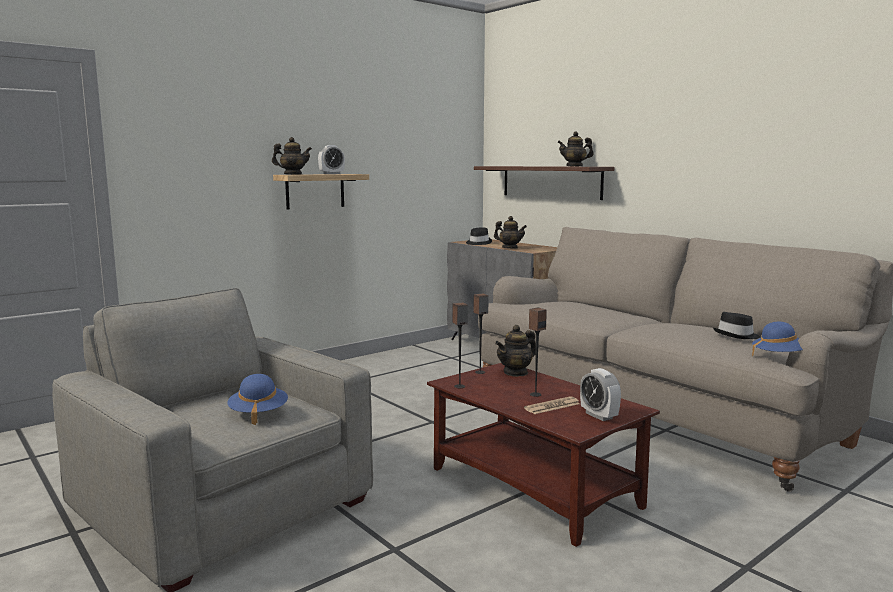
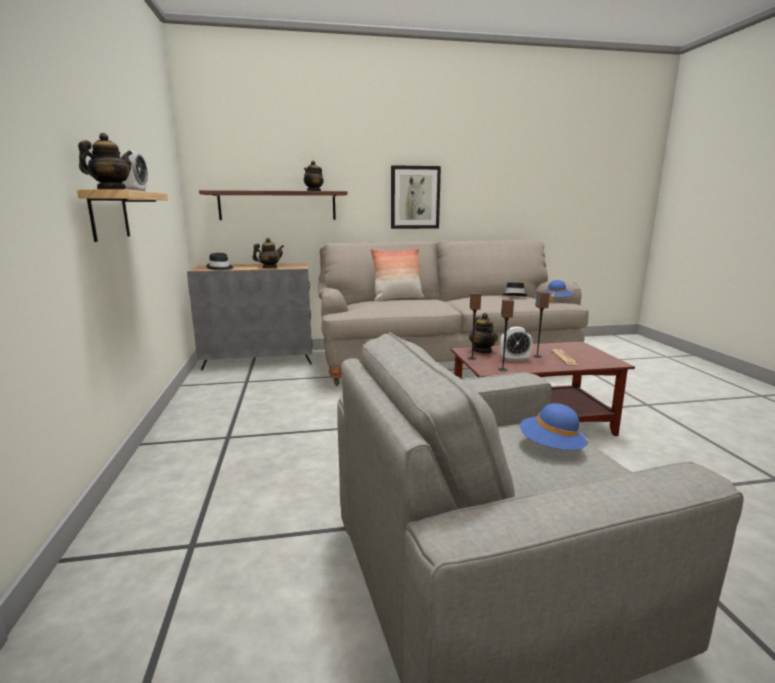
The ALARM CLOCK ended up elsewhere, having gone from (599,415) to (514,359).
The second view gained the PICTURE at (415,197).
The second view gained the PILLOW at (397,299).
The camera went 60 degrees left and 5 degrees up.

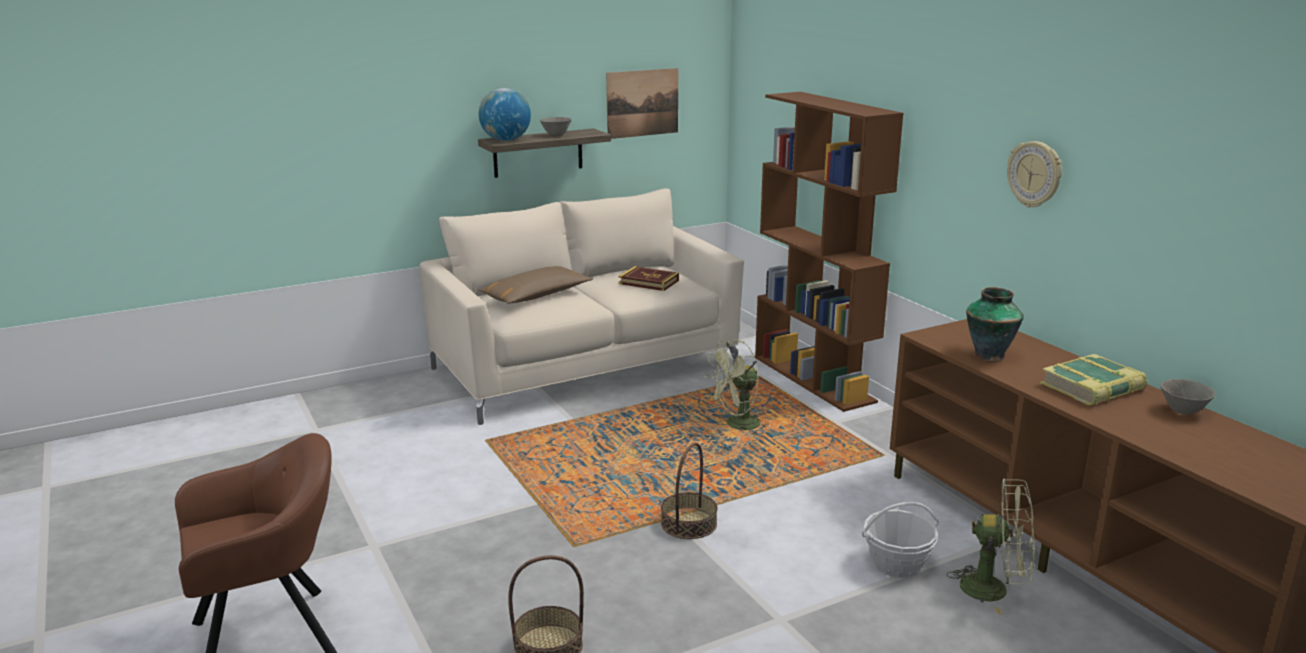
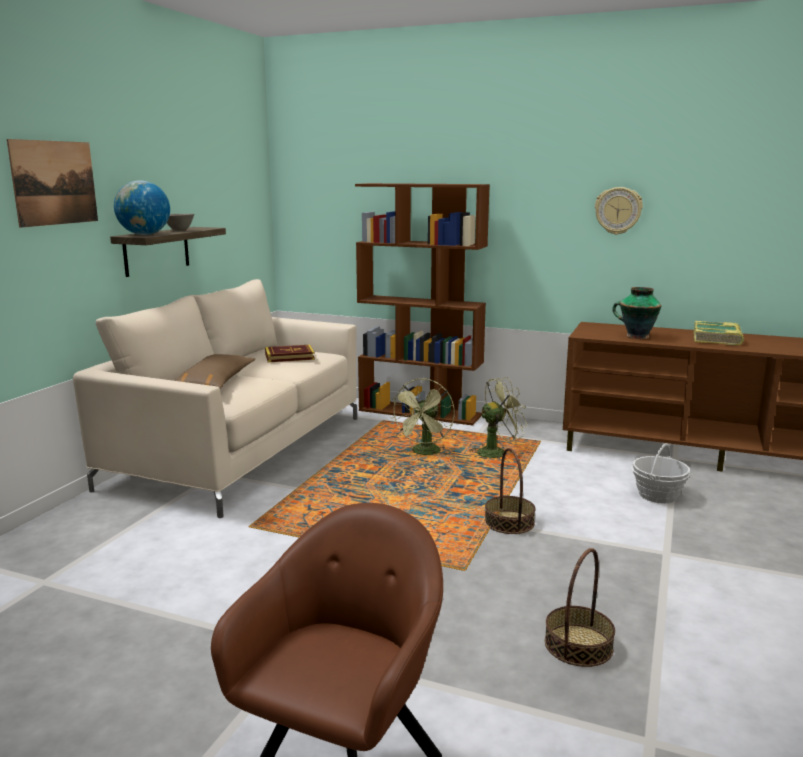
The PICTURE ended up elsewhere, having gone from (642,103) to (55,183).
The second view lost the GREY BOWL at (1183,411).
The GREEN FAN ended up elsewhere, having gone from (994,589) to (496,452).
The camera went 40 degrees left and 5 degrees down.

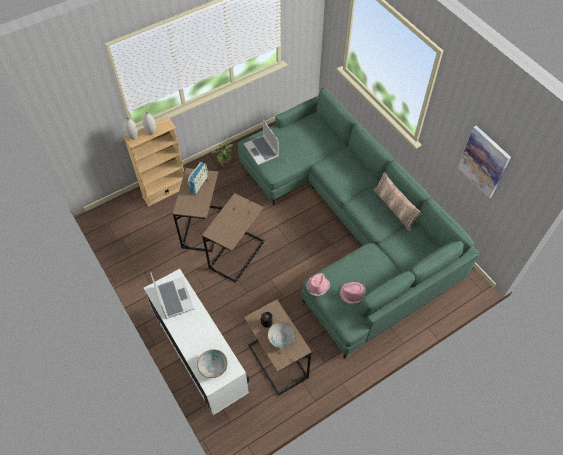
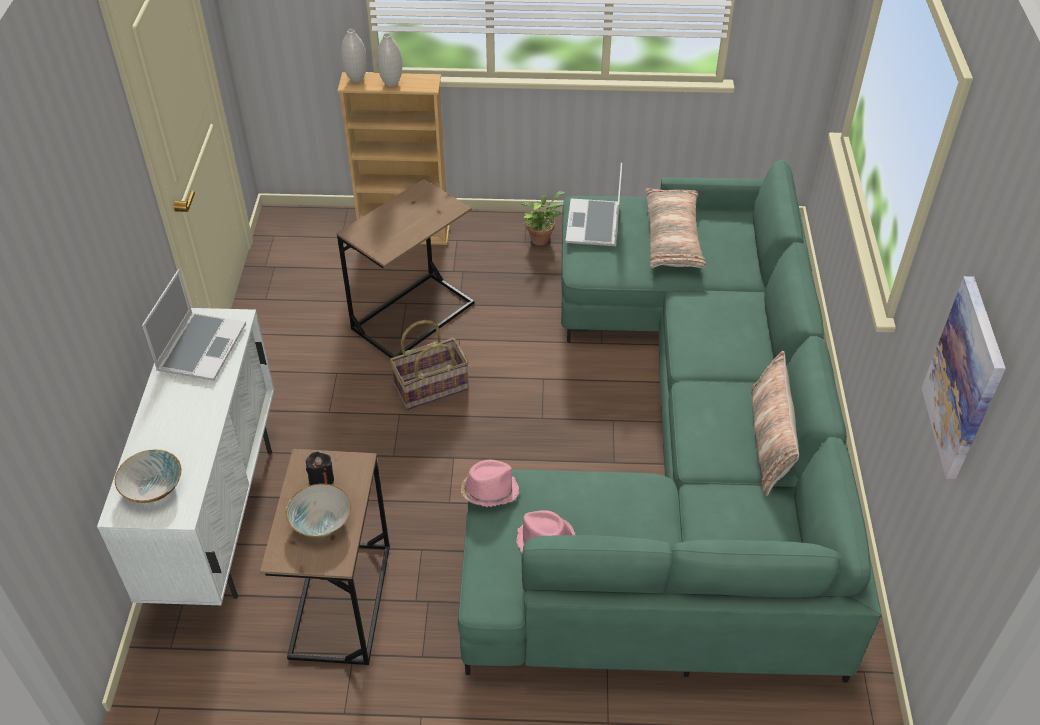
The second view lost the RADIO at (199,183).
Where the BROWN SIDE TABLE stood at (236,254), the BASKET came to stand at (431,387).
The second view gained the PILLOW at (673,237).
The camera went 35 degrees right and 10 degrees down.

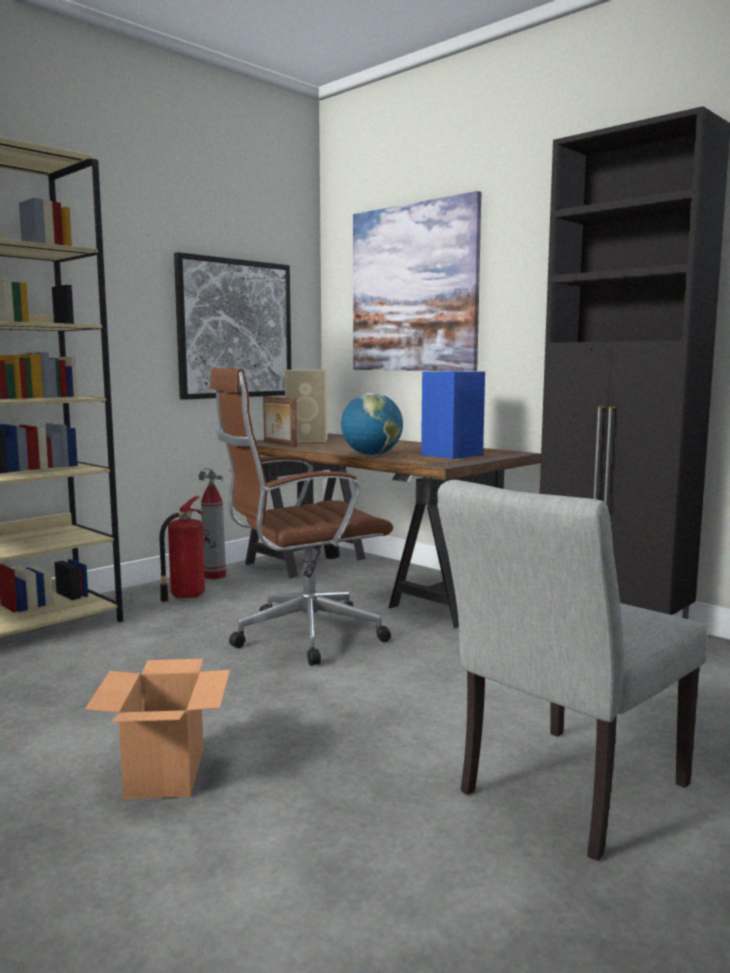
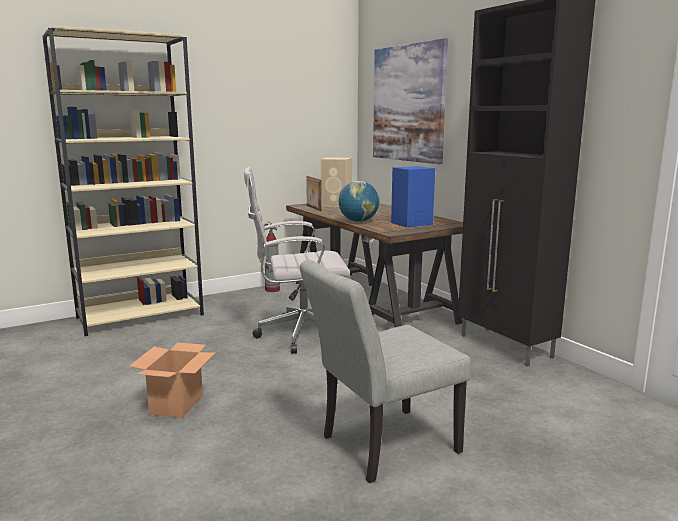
The second view lost the PICTURE at (235,329).
What was the BROWN OFFICE CHAIR at (301,636) turned into the WHITE OFFICE CHAIR at (298,335).
The second view lost the FIRE EXTINGUISHER at (185,596).
The camera went 15 degrees right and 5 degrees up.

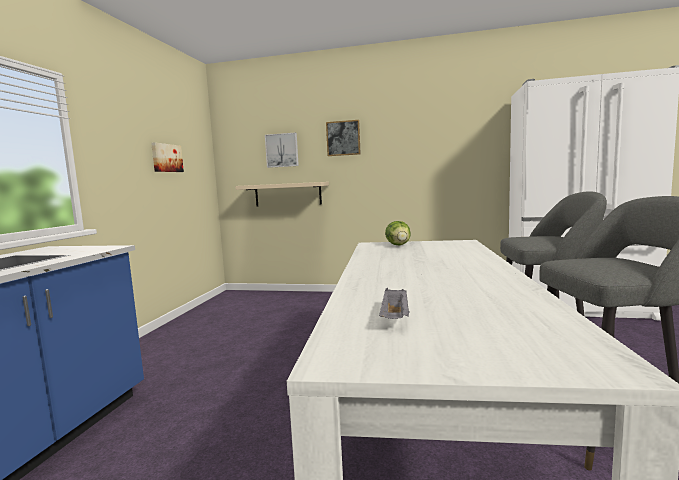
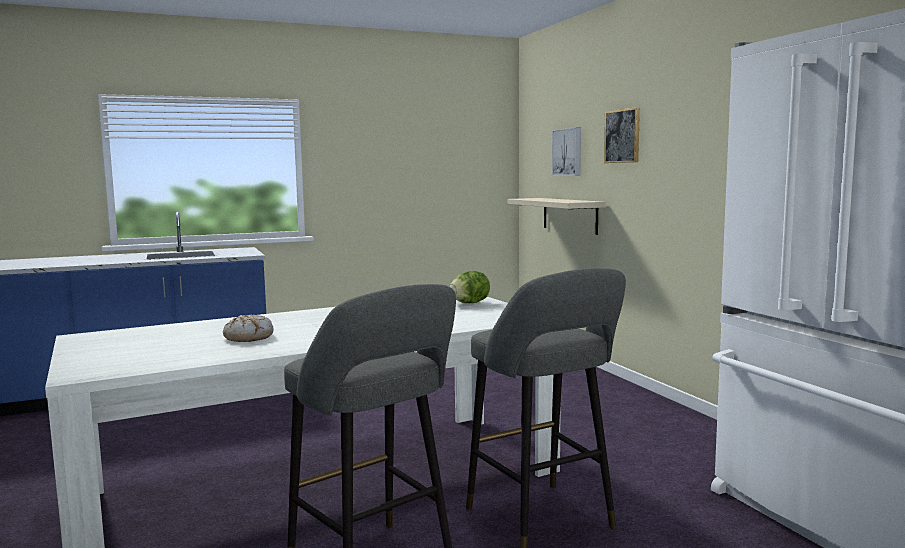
The second view lost the PICTURE at (166,158).
The second view lost the GREY TRAY at (395,318).
The second view gained the BREAD at (249,337).
The camera went 55 degrees right and 0 degrees up.

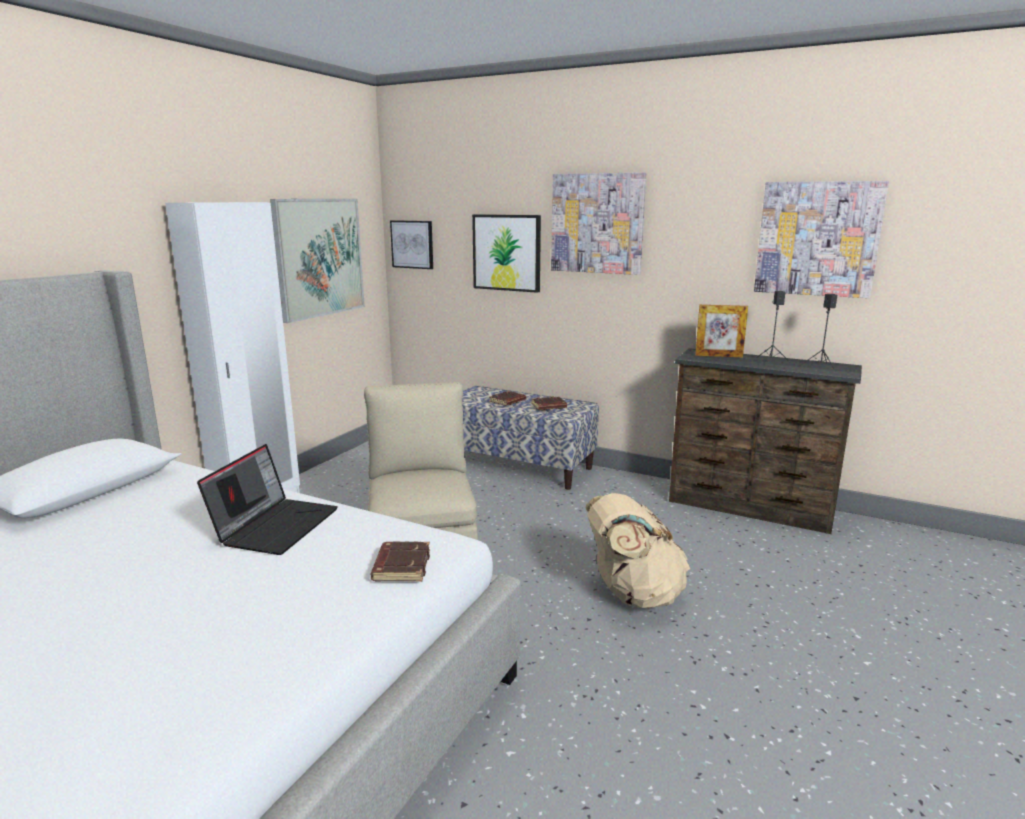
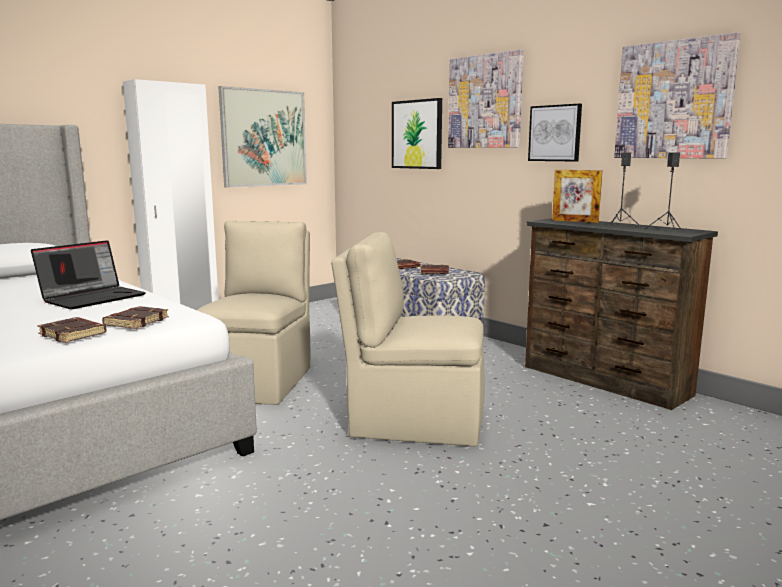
The PICTURE ended up elsewhere, having gone from (412,244) to (555,133).
Where the BEIGE BACKPACK stood at (632,595), the BEIGE CHAIR came to stand at (413,422).
The second view gained the BROWN BOOK at (74,334).
The camera went 20 degrees right and 5 degrees down.

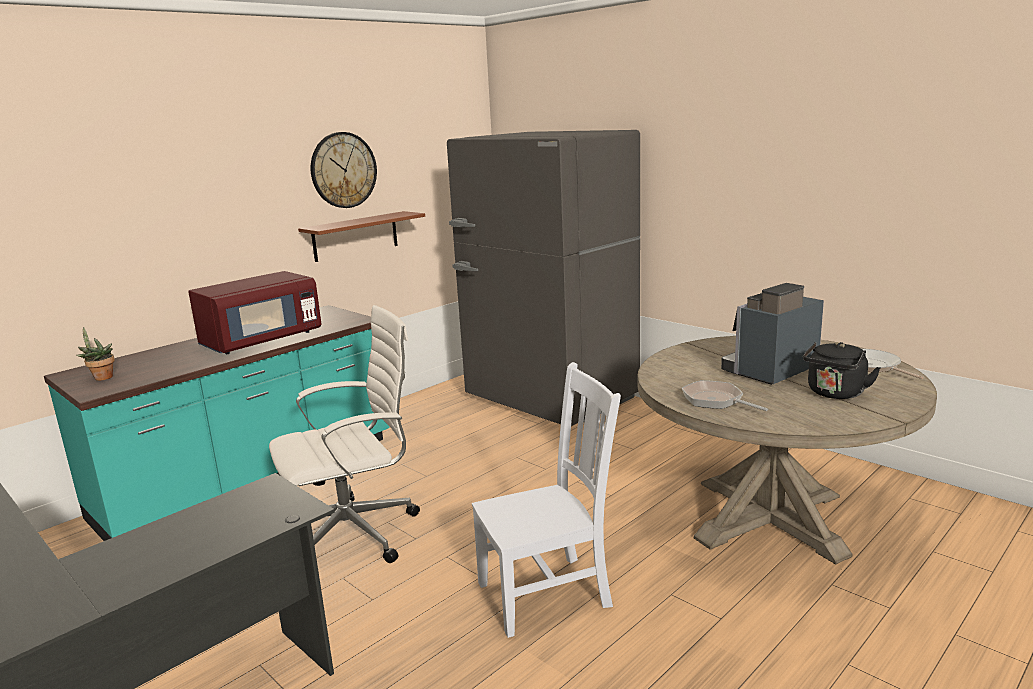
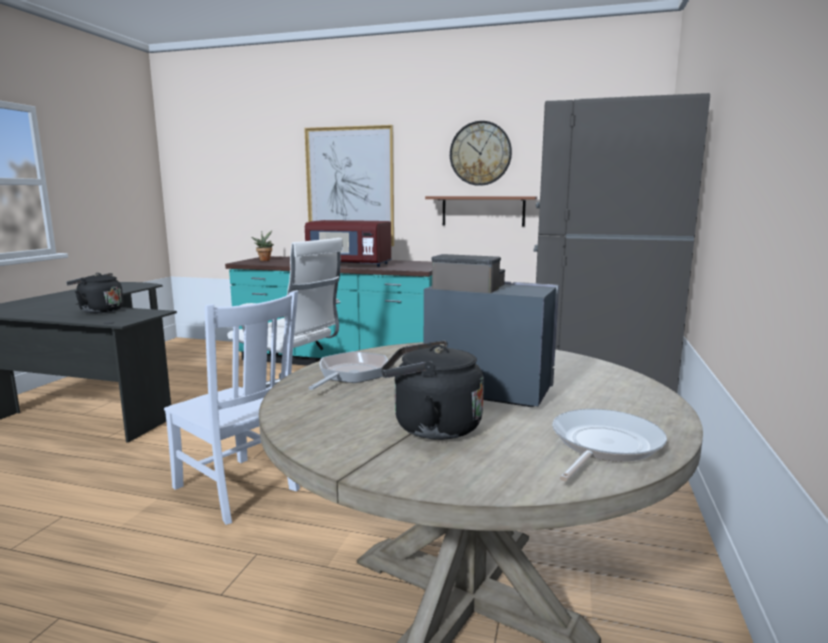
The second view gained the PICTURE at (350,187).
The second view gained the BLACK KETTLE at (99,311).
The camera went 60 degrees right and 5 degrees down.

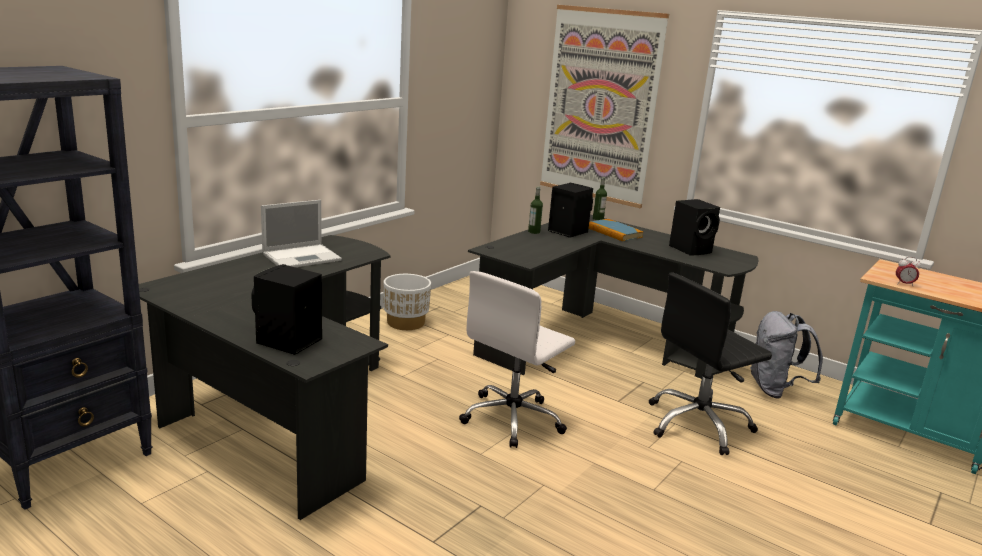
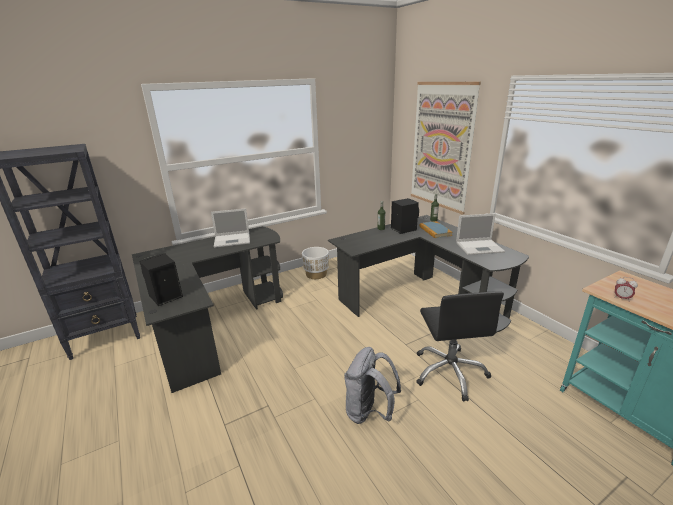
Where the BLACK SPEAKER stood at (691,249), the LAPTOP came to stand at (480,247).
The second view lost the WHITE OFFICE CHAIR at (513,419).
The BLACK OFFICE CHAIR at (698,425) ended up facing another way, 90 degrees counterclockwise from before.
The GREY BACKPACK ended up elsewhere, having gone from (775,390) to (369,412).
The camera went 25 degrees right and 5 degrees up.

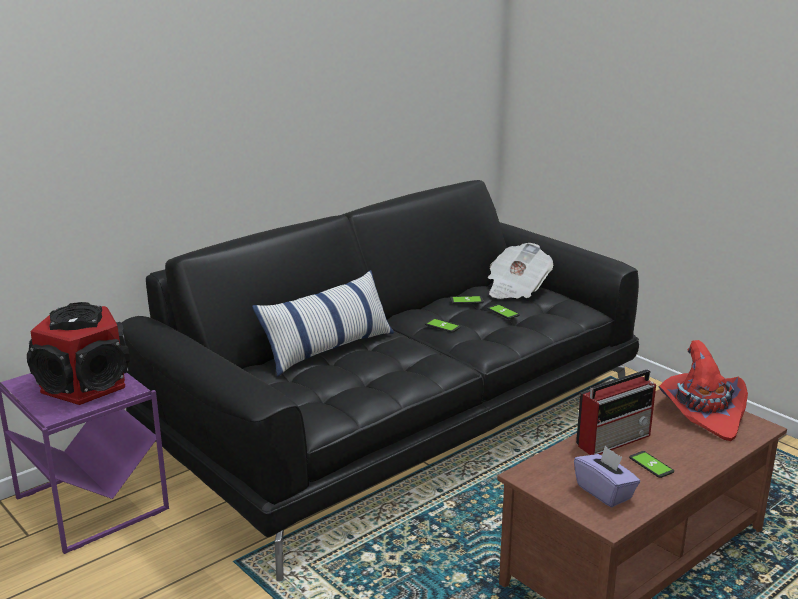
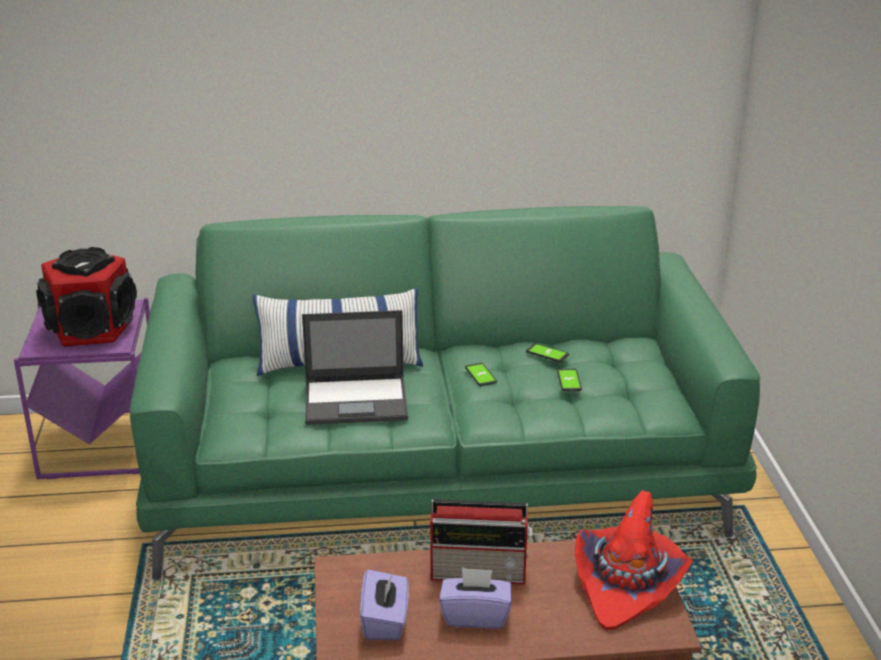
What was the BLACK SOFA at (399,423) turned into the GREEN SOFA at (440,470).
The second view lost the NEWSPAPER at (516,289).
Where the PHONE stood at (651,465), the PURPLE TISSUE BOX came to stand at (475,616).
The second view gained the LAPTOP at (357,400).
The camera went 35 degrees right and 5 degrees up.

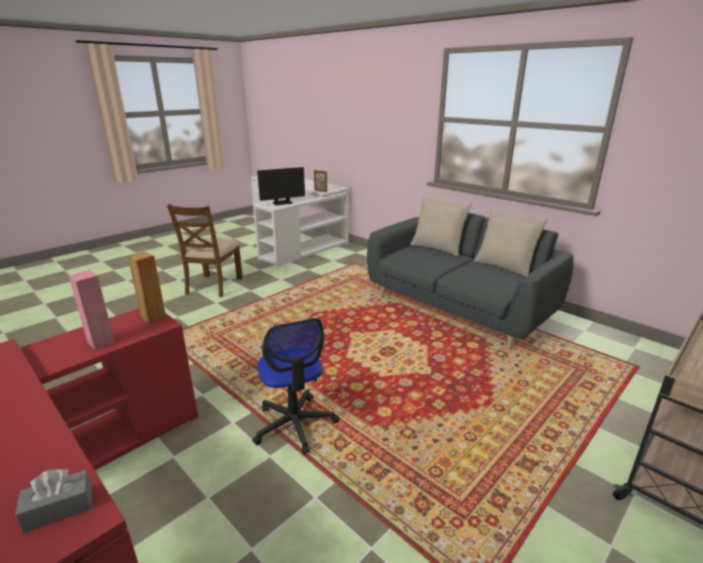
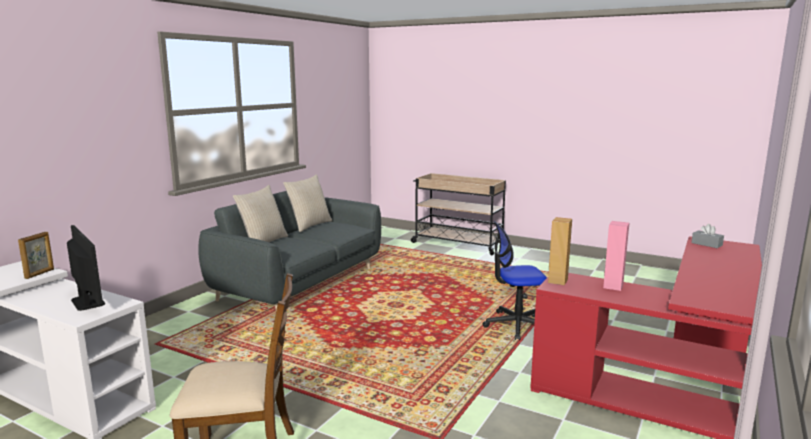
The OFFICE CHAIR at (295,424) ended up facing another way, 150 degrees counterclockwise from before.
The camera went 105 degrees left and 10 degrees down.

